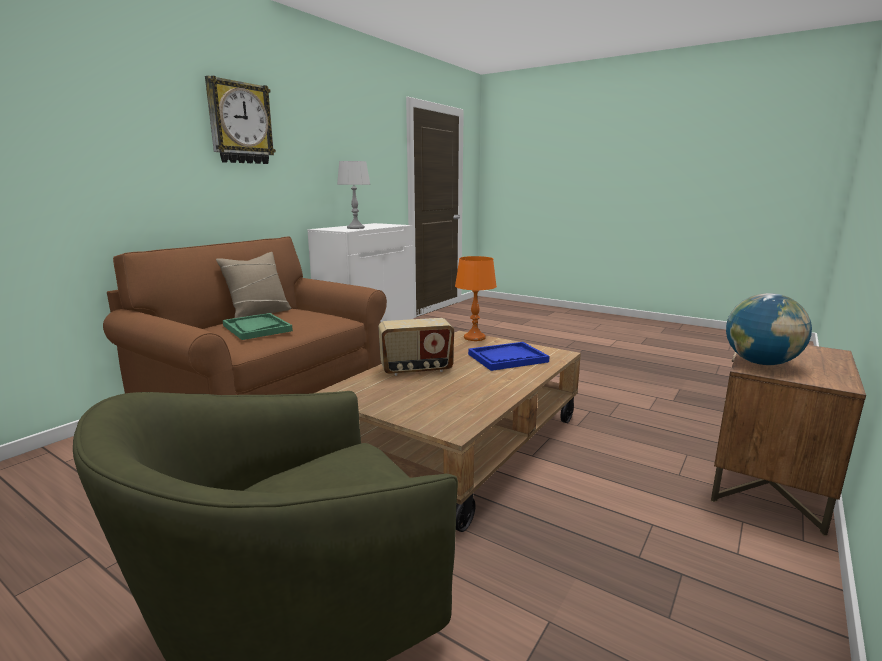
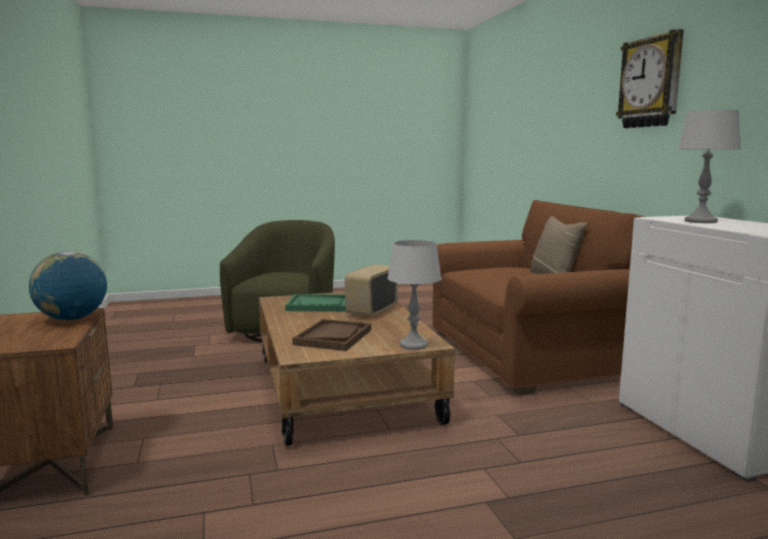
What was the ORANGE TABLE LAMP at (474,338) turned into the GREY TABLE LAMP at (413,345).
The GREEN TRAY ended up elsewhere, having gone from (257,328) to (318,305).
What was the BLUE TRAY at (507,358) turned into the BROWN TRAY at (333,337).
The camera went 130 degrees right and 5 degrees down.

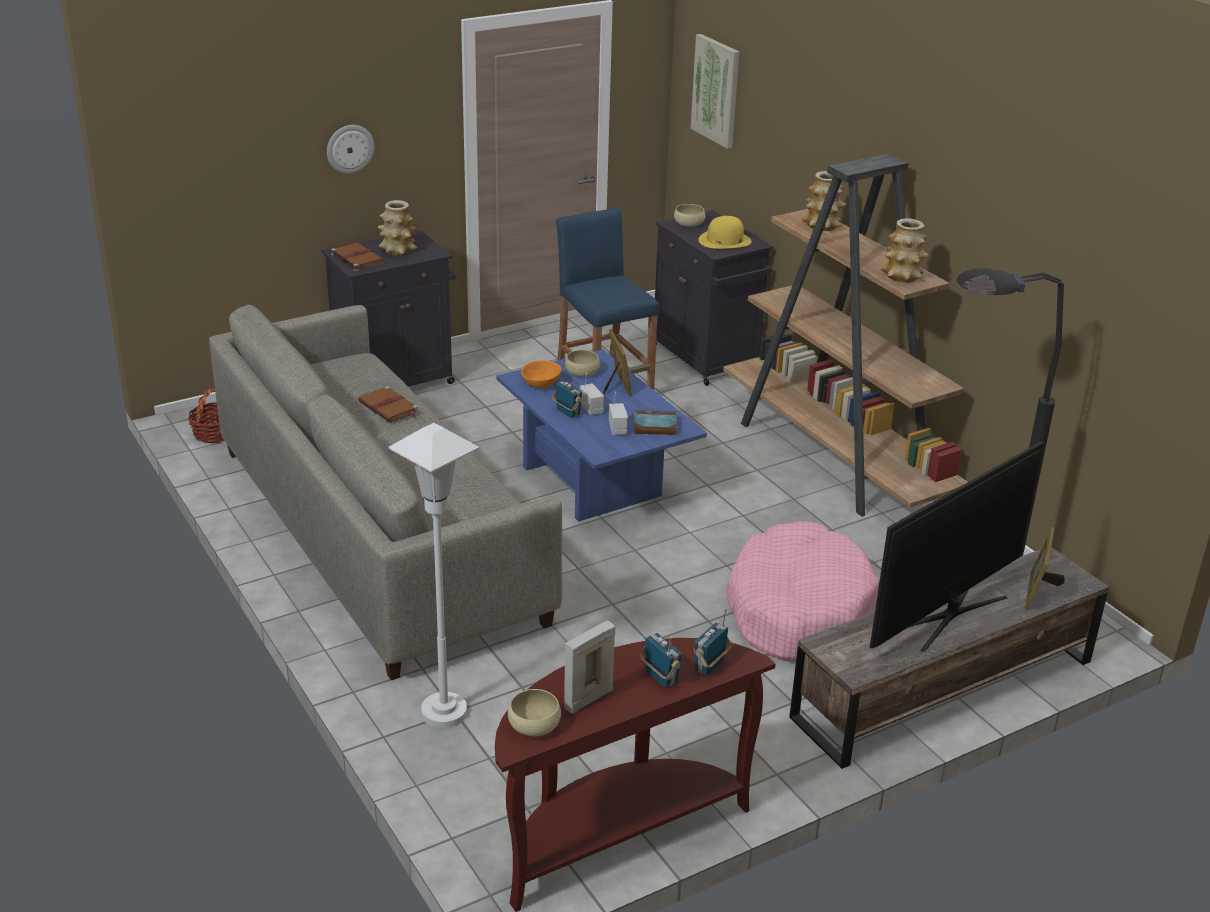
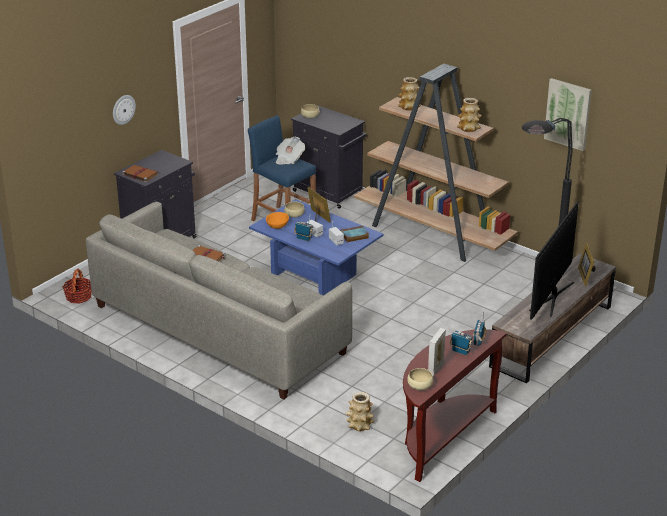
The PICTURE ended up elsewhere, having gone from (716,90) to (568,114).
The VASE ended up elsewhere, having gone from (397,250) to (359,425).
The second view lost the YELLOW HAT at (724,240).
The second view lost the WHITE FLOOR LAMP at (444,712).
The second view lost the PINK DOG BED at (798,610).
The second view gained the NEWSPAPER at (289,159).
The camera went 20 degrees left and 0 degrees up.

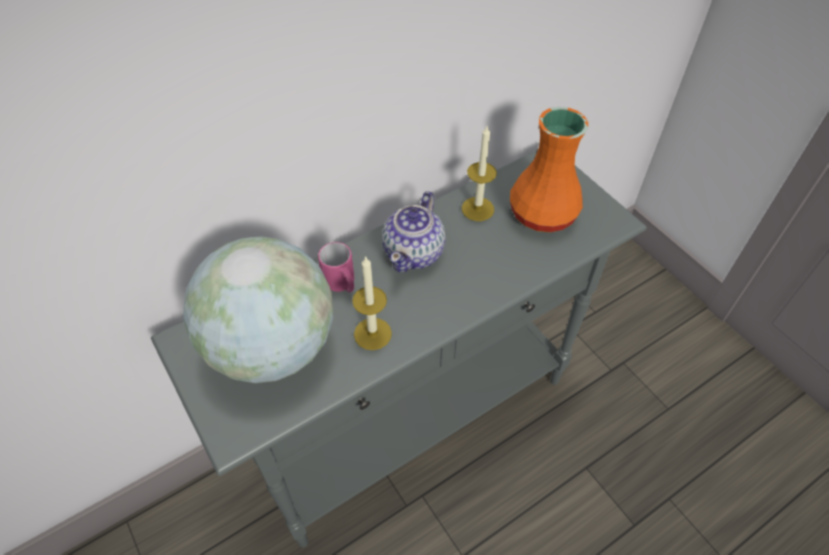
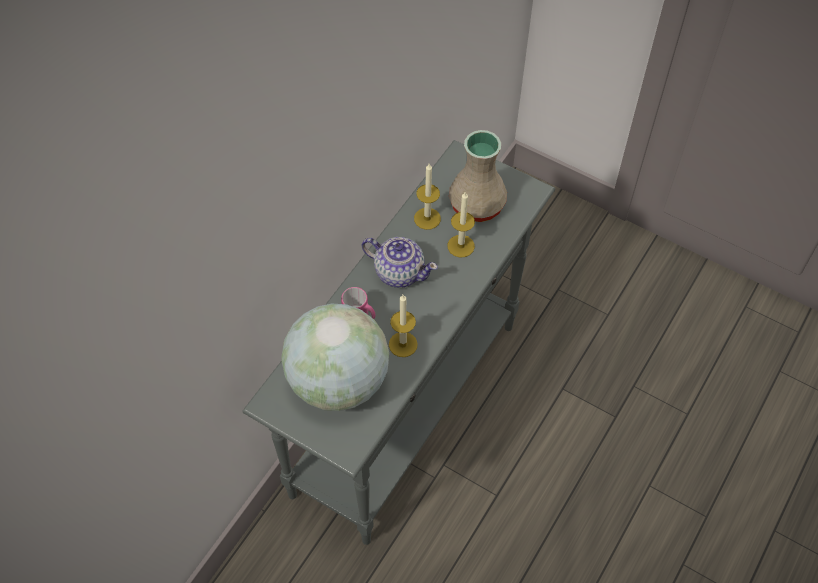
What was the ORANGE VASE at (543,214) turned into the BEIGE VASE at (478,205).
The TEAPOT at (414,252) ended up facing another way, 60 degrees counterclockwise from before.
The second view gained the CANDLE at (461,246).
The camera went 25 degrees left and 5 degrees up.

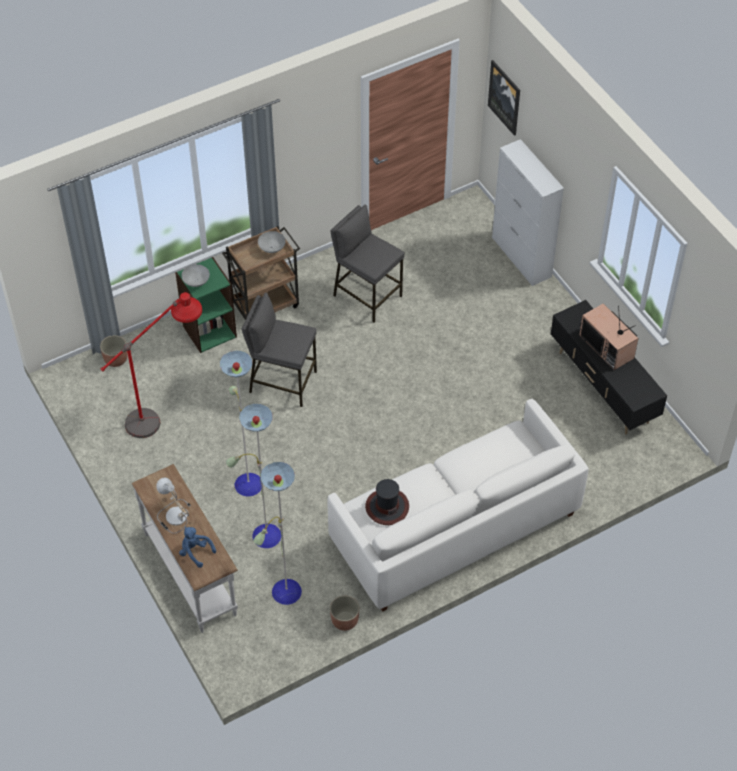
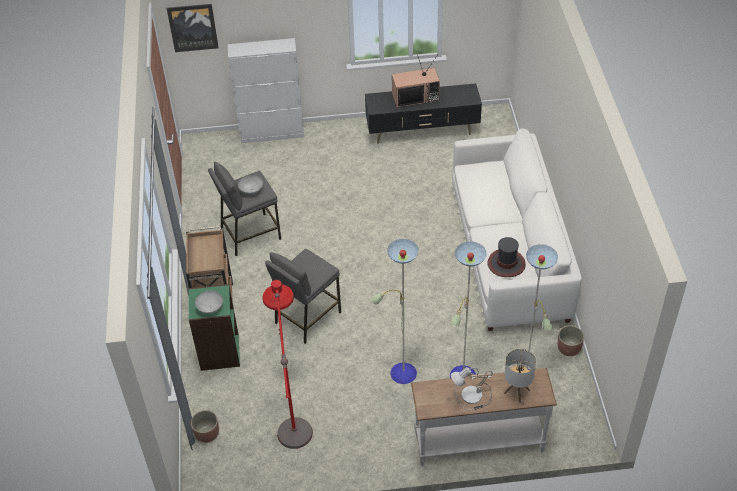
The GREY BOWL ended up elsewhere, having gone from (272,248) to (251,190).
Where the BLUE PLUSH TOY stood at (195,552), the TABLE LAMP came to stand at (516,391).
The camera went 65 degrees left and 5 degrees down.

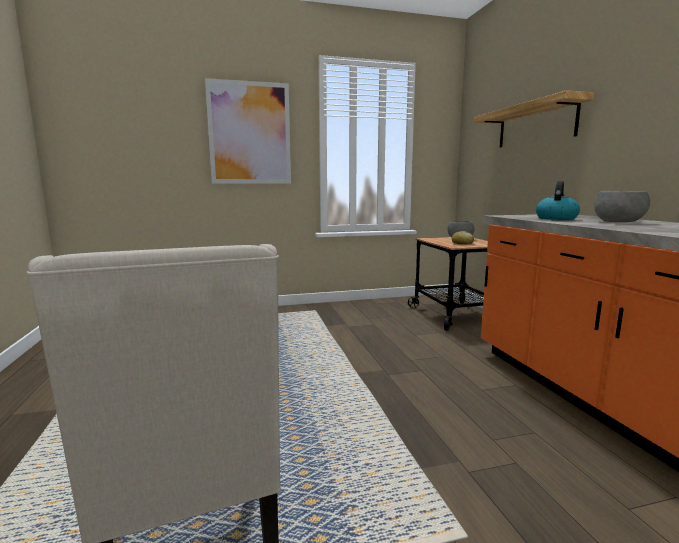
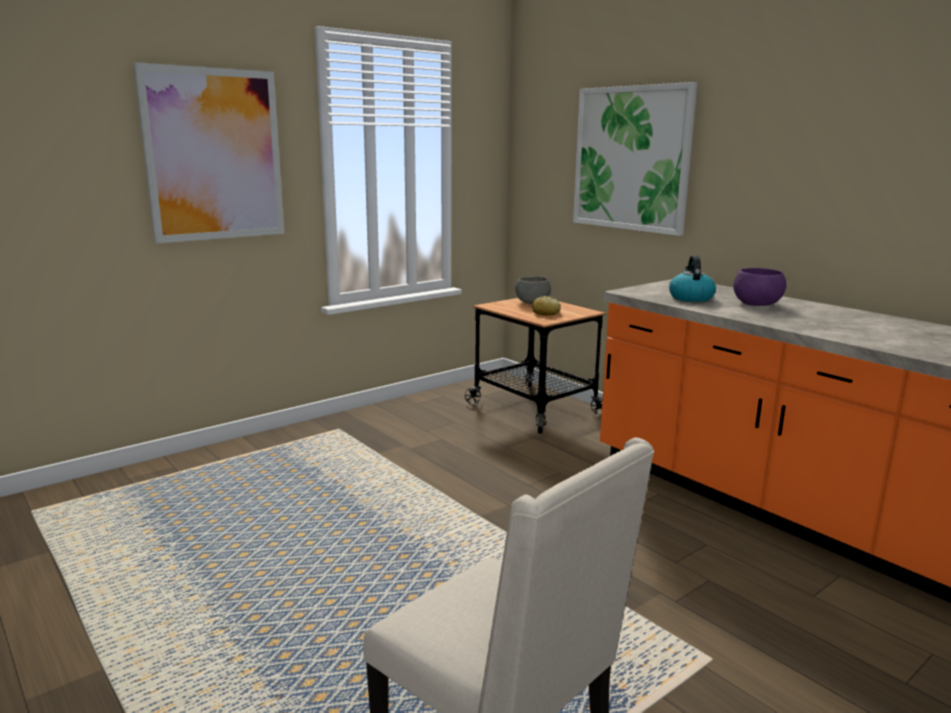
Where the SHELF hung at (535,125), the PICTURE came to hang at (631,159).
What was the GREY BOWL at (618,222) turned into the PURPLE BOWL at (756,304).
The camera went 25 degrees left and 5 degrees up.

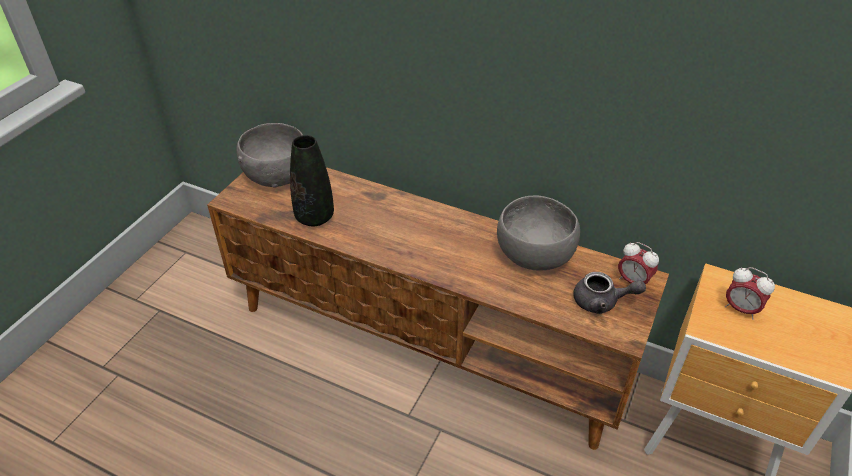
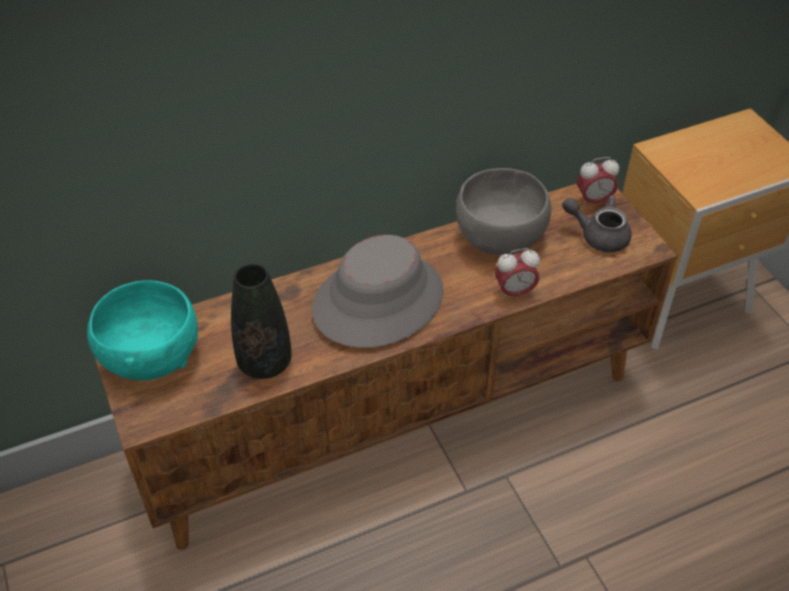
What was the GREY BOWL at (276,175) turned into the TURQUOISE BOWL at (150,356).
The ALARM CLOCK ended up elsewhere, having gone from (740,309) to (514,292).
The GREY TEAPOT at (602,302) ended up facing another way, 120 degrees counterclockwise from before.
The second view gained the GREY HAT at (378,300).
The camera went 50 degrees left and 5 degrees up.

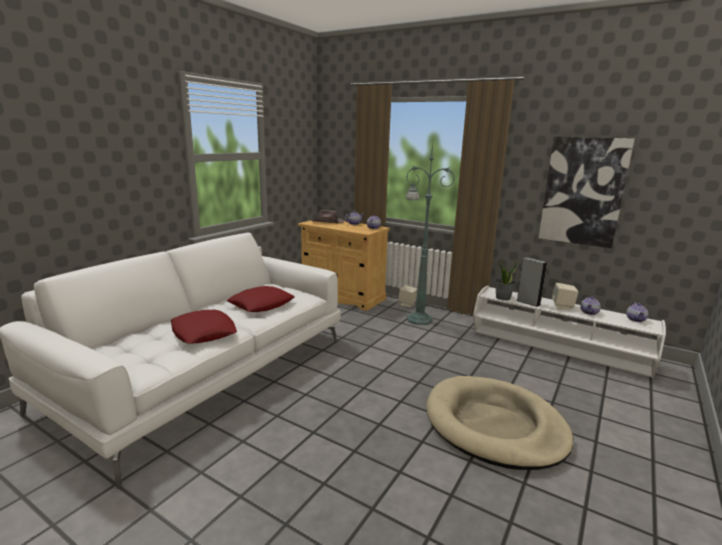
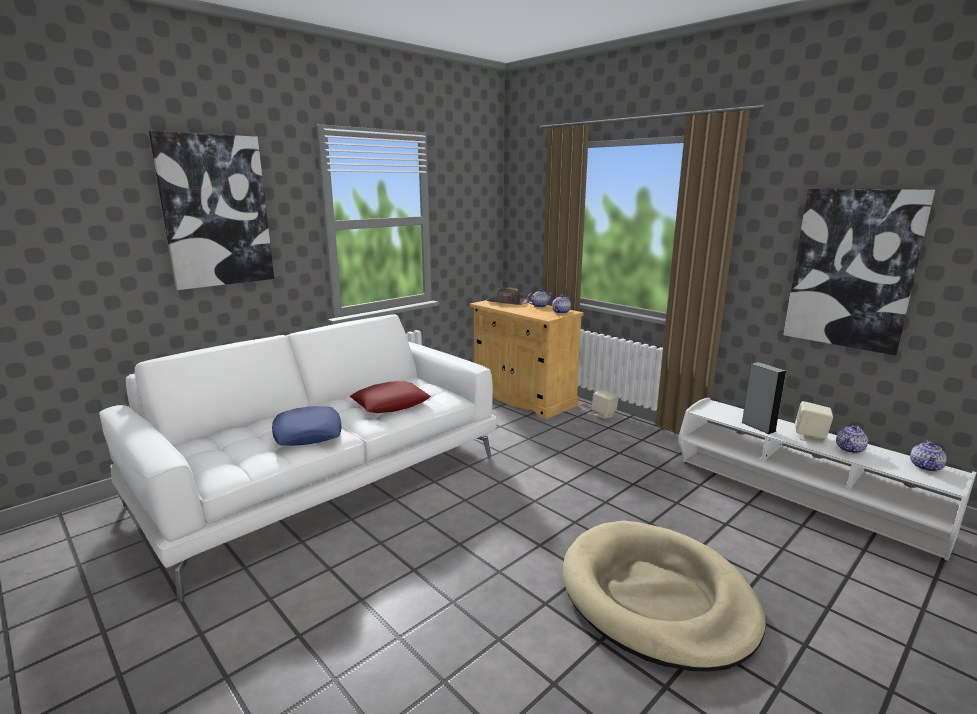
The second view lost the GREEN FLOOR LAMP at (418,319).
The second view lost the POTTED PLANT at (502,298).
What was the RED PILLOW at (204,332) turned into the BLUE PILLOW at (308,433).
The second view gained the PICTURE at (216,211).
The camera went 15 degrees right and 0 degrees up.

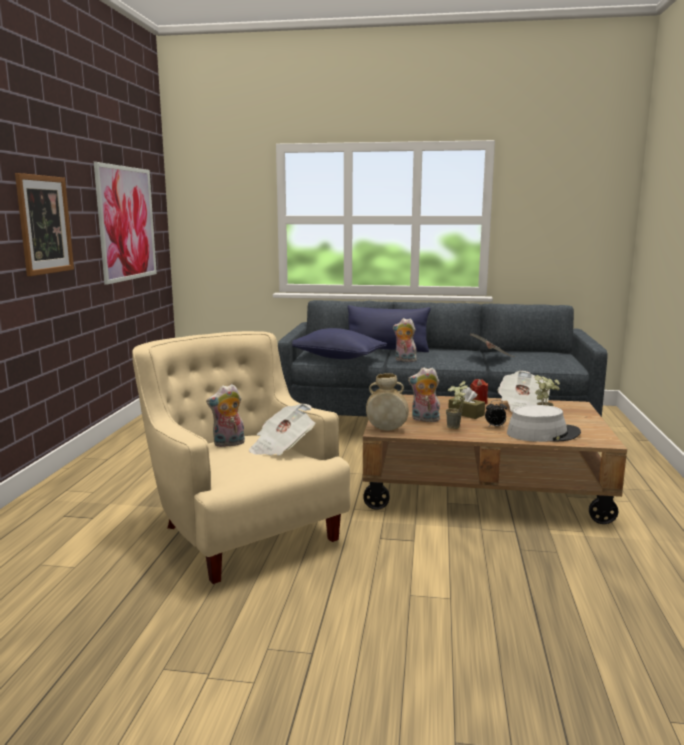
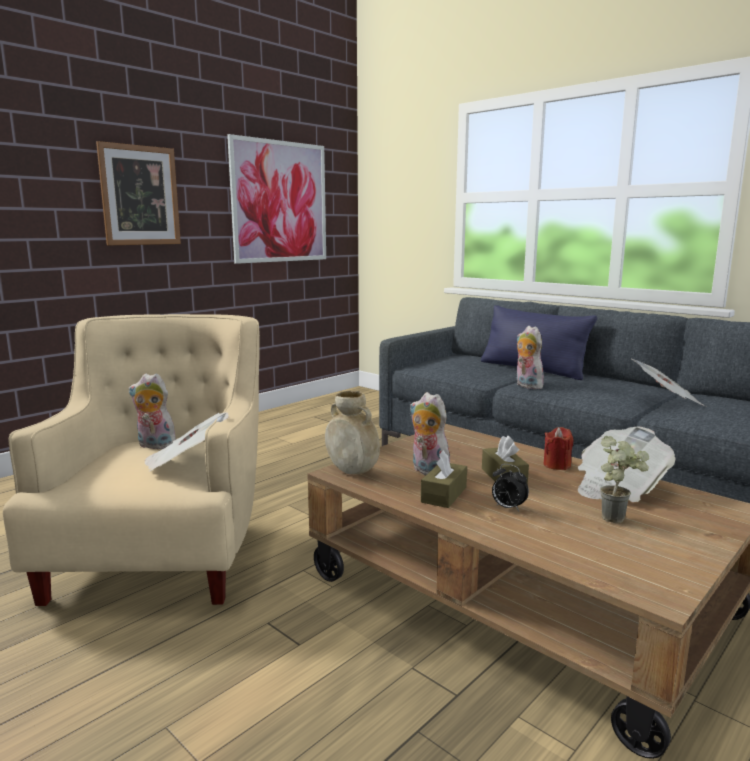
The second view lost the BLUE PILLOW at (337,357).
Where the POTTED PLANT stood at (456,428), the BROWN TISSUE BOX came to stand at (444,495).
The second view lost the GREY HAT at (543,433).
The camera went 35 degrees right and 0 degrees up.

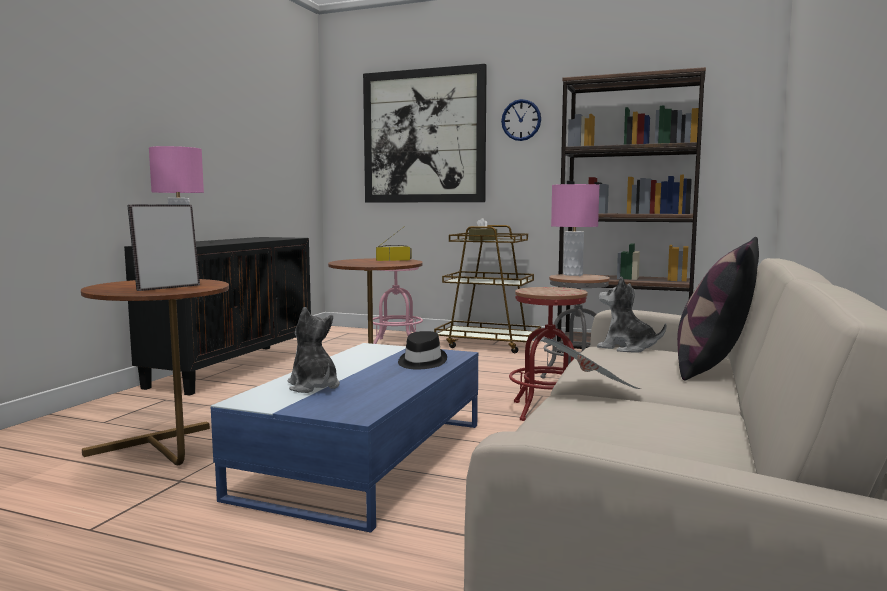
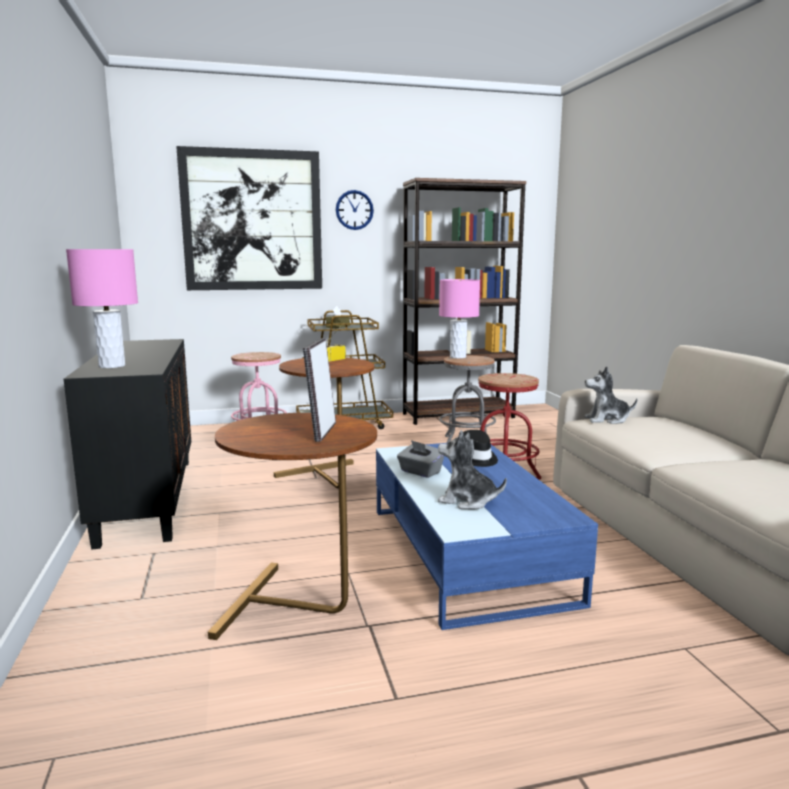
The second view lost the PILLOW at (712,367).
The second view lost the NEWSPAPER at (590,390).
The second view gained the GREY TISSUE BOX at (420,472).
The camera went 35 degrees left and 5 degrees up.

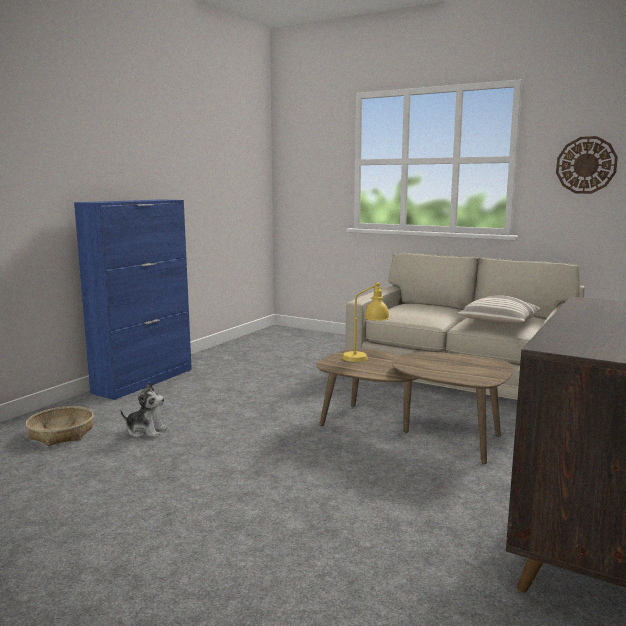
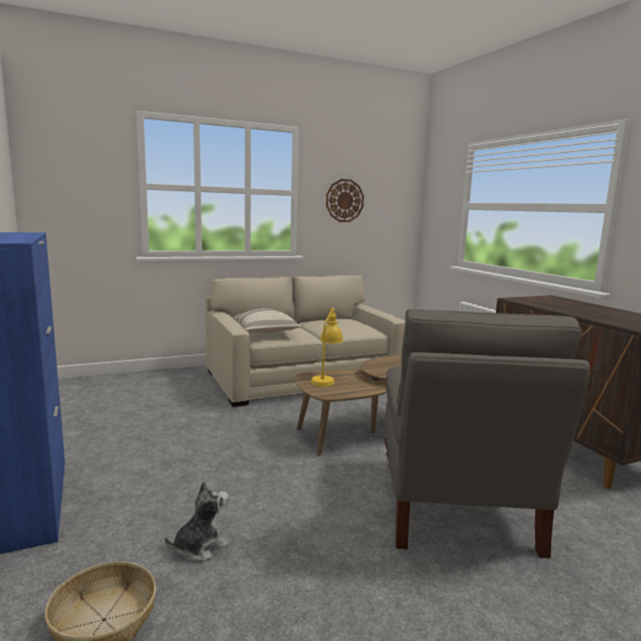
The PILLOW ended up elsewhere, having gone from (499,324) to (266,332).
The second view gained the GREY ARMCHAIR at (455,505).
The camera went 55 degrees left and 0 degrees up.

